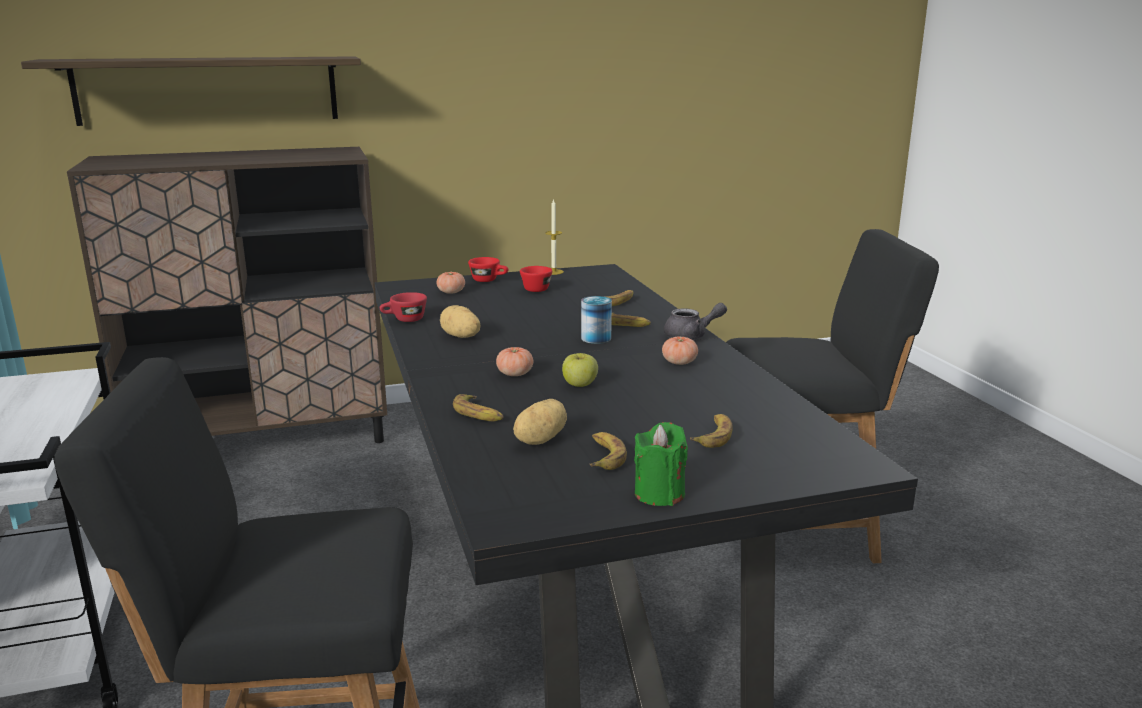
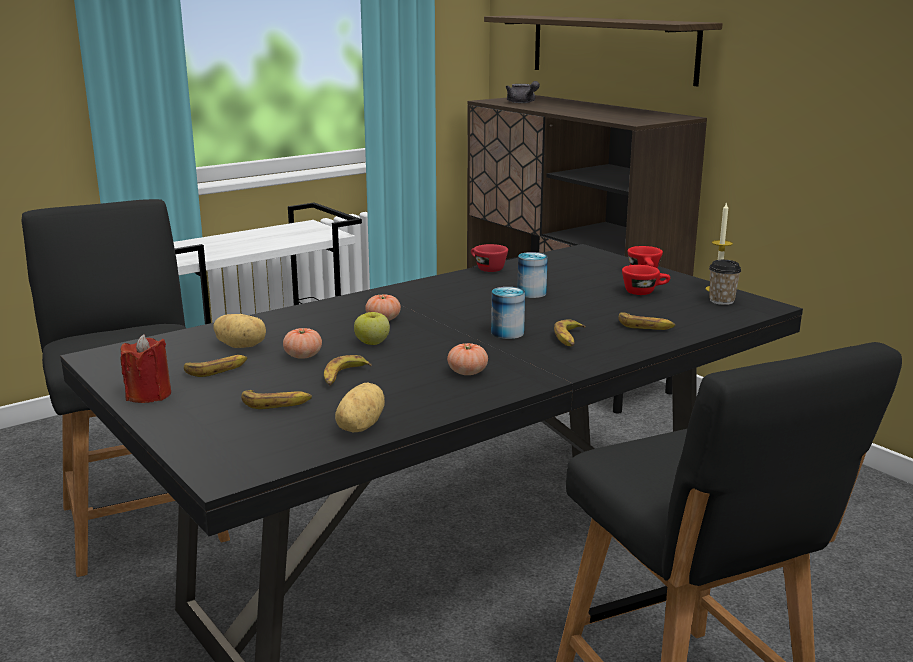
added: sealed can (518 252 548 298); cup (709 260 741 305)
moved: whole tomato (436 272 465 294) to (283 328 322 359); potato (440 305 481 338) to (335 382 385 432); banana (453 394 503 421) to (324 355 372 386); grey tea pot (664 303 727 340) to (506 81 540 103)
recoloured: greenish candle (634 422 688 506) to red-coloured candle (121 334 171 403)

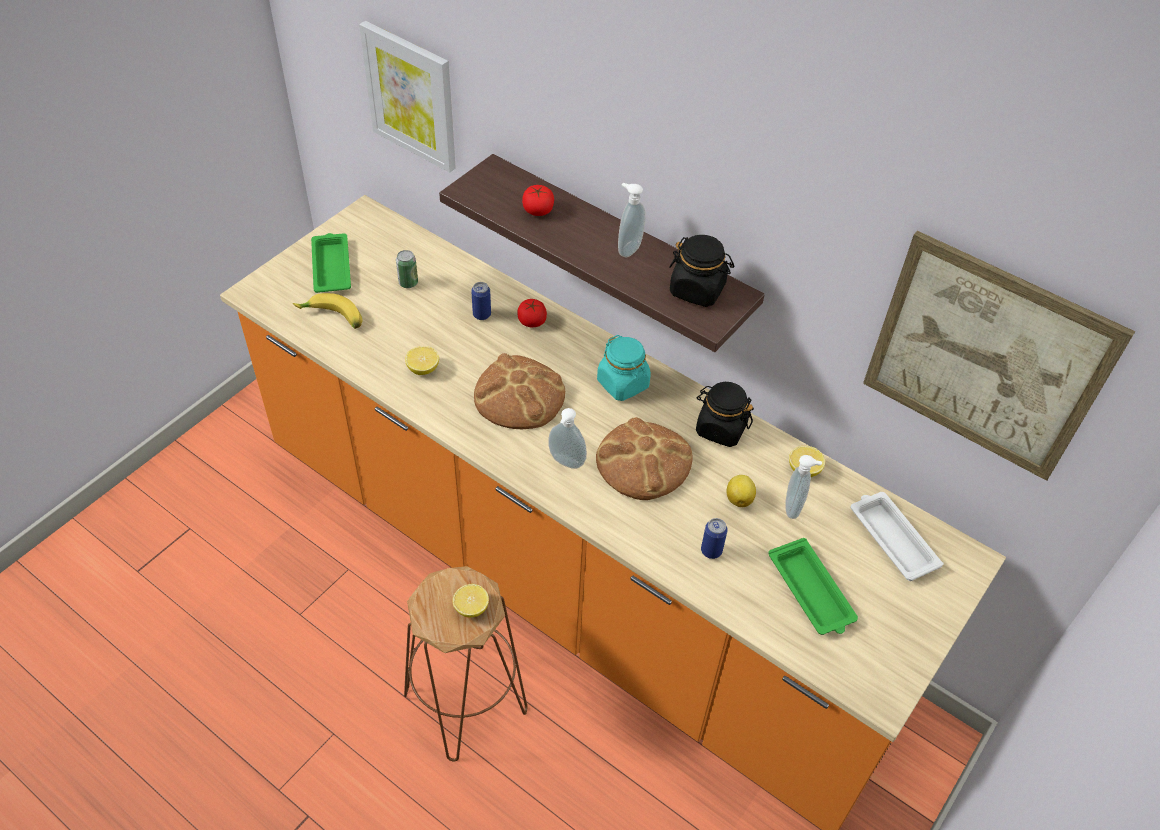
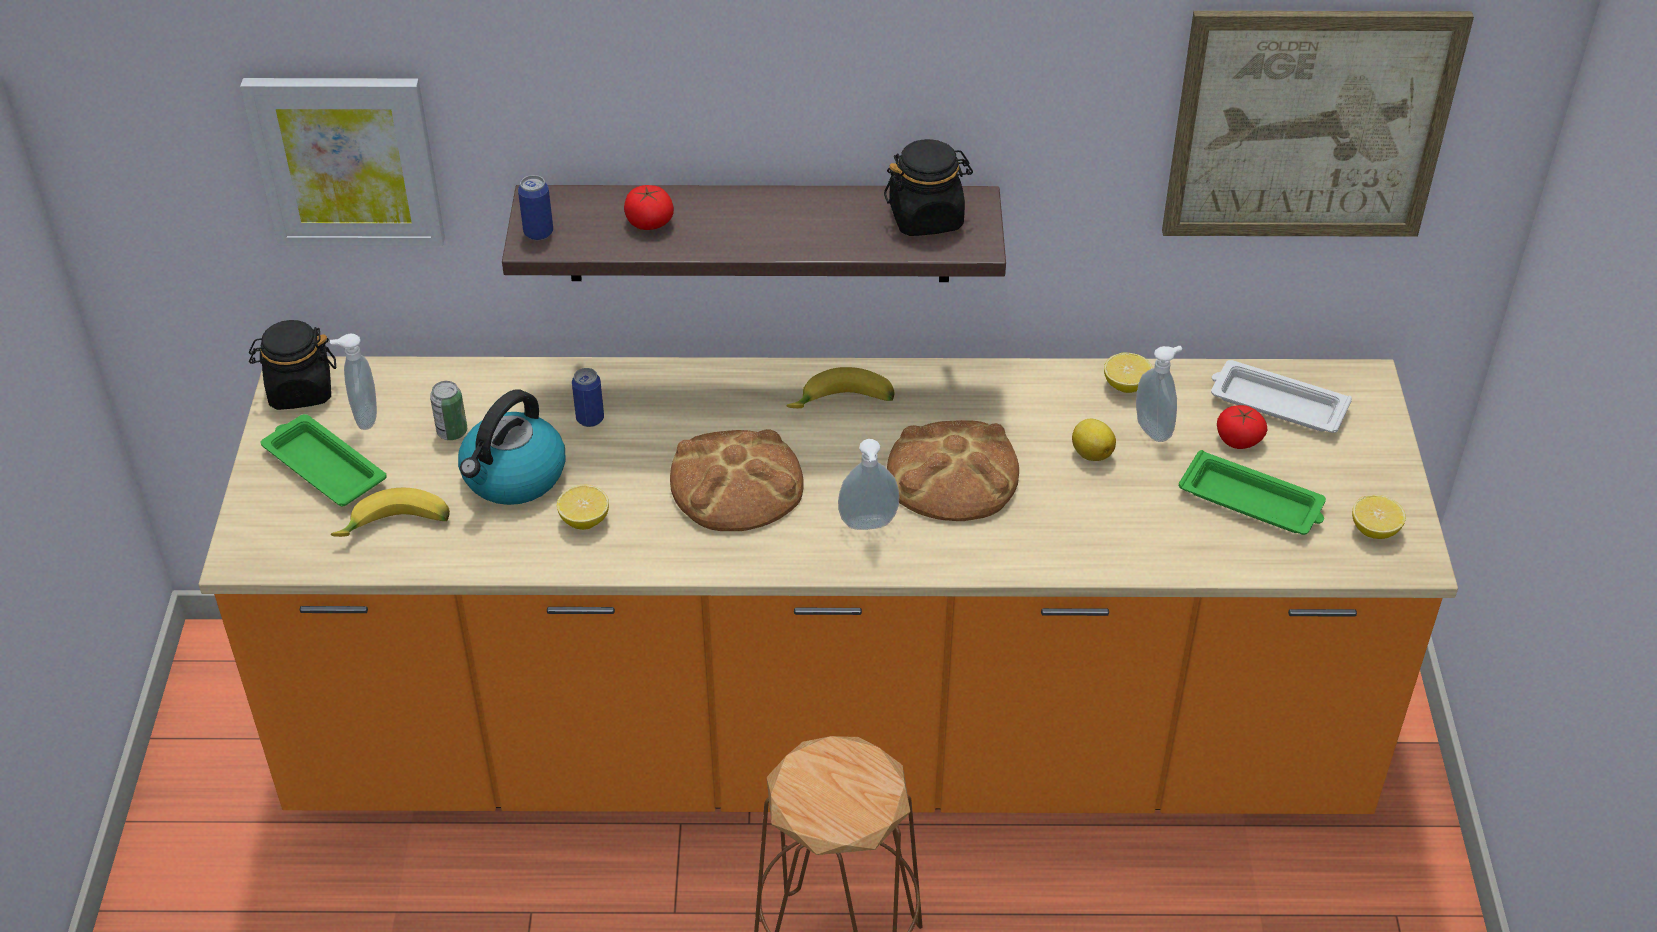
added: water kettle (458 389 565 505)
moved: whole lemon (453 584 489 617) to (1352 495 1406 539); whole tomato (517 299 547 327) to (1217 405 1268 449); soap bottle (618 183 646 258) to (330 333 377 430); blackish storage jar (696 382 754 447) to (249 320 336 410); sealed can (701 518 728 559) to (518 175 553 240)
replaced: turquoise storage jar (597 335 651 401) to banana (787 367 894 408)

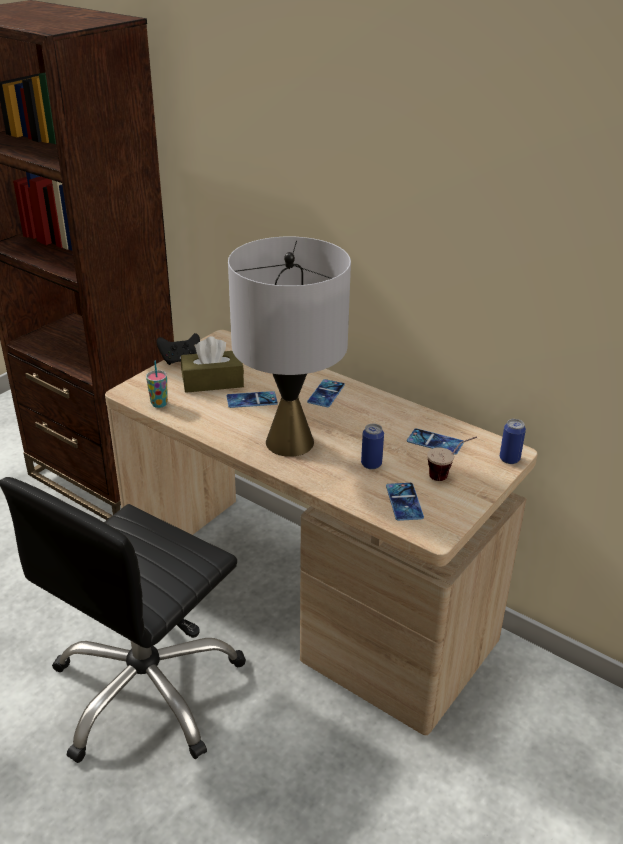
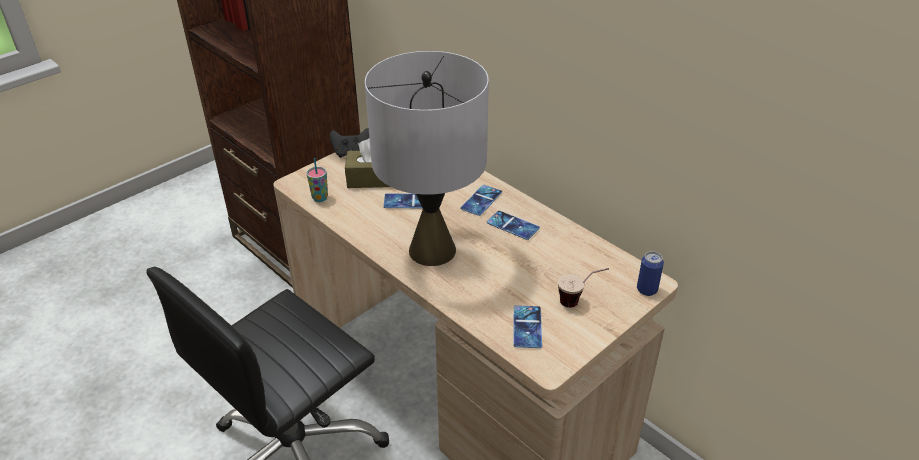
removed: sealed can (361 424 384 470)
moved: handset (407 428 464 455) to (487 211 540 240)

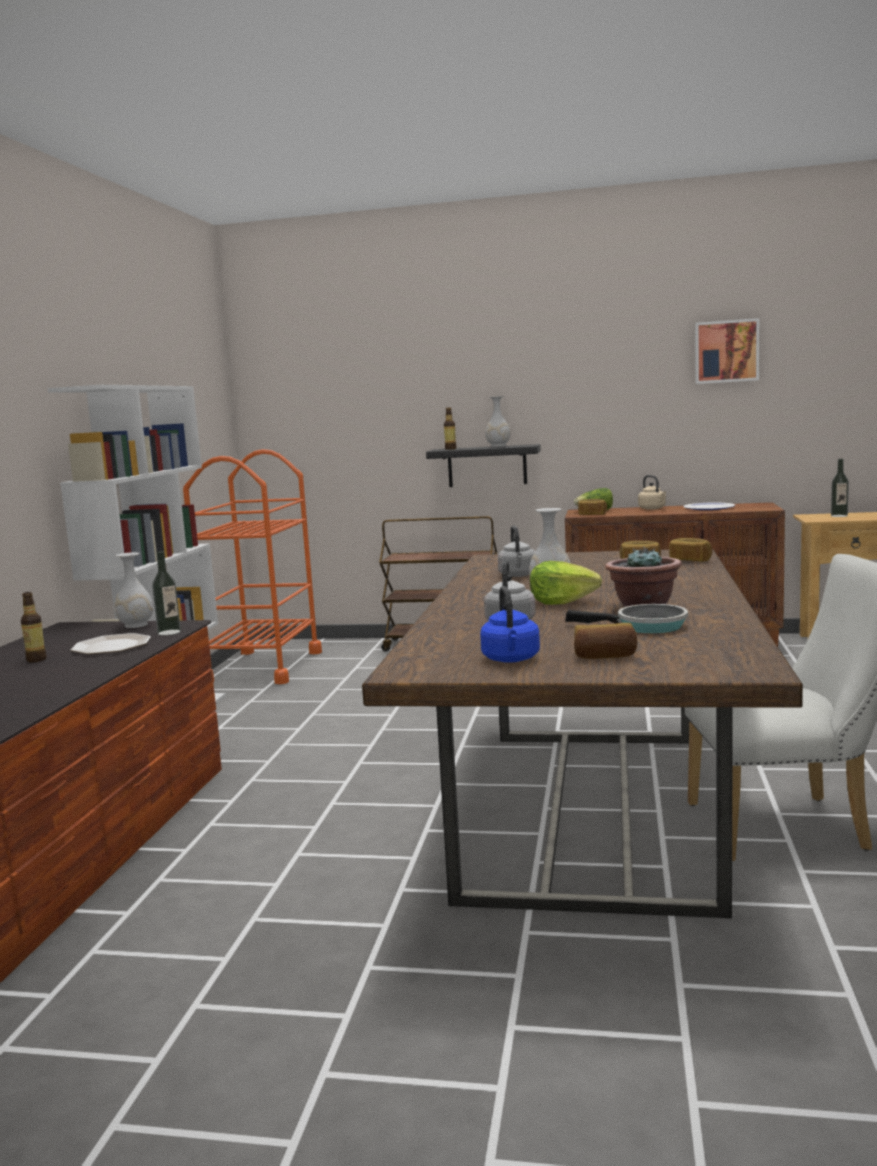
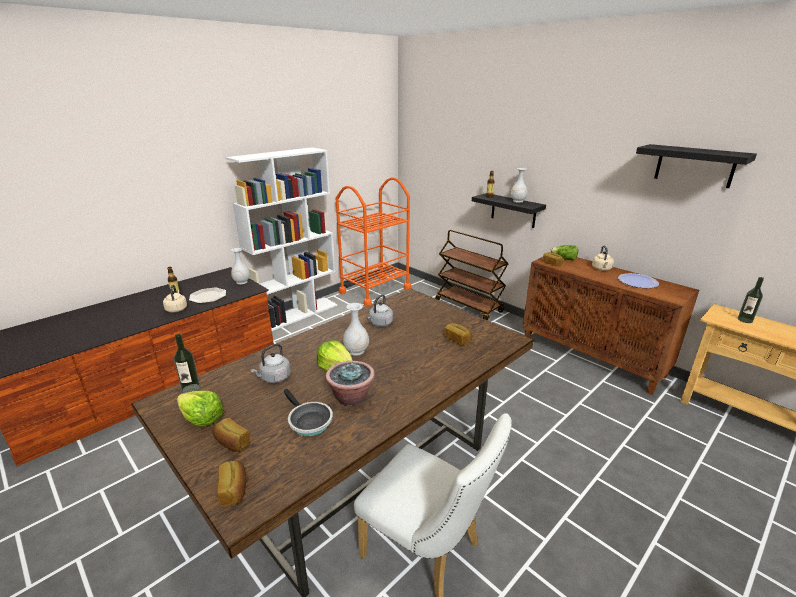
added: beige-coloured water kettle (163 285 187 313)
moved: drink bottle (152 551 181 635) to (174 334 200 393); bread (669 538 713 561) to (217 461 246 506)
replaced: blue water kettle (480 586 540 663) to lettuce head (177 391 224 427); wall art (695 318 759 384) to blackish shelf (636 144 757 188)

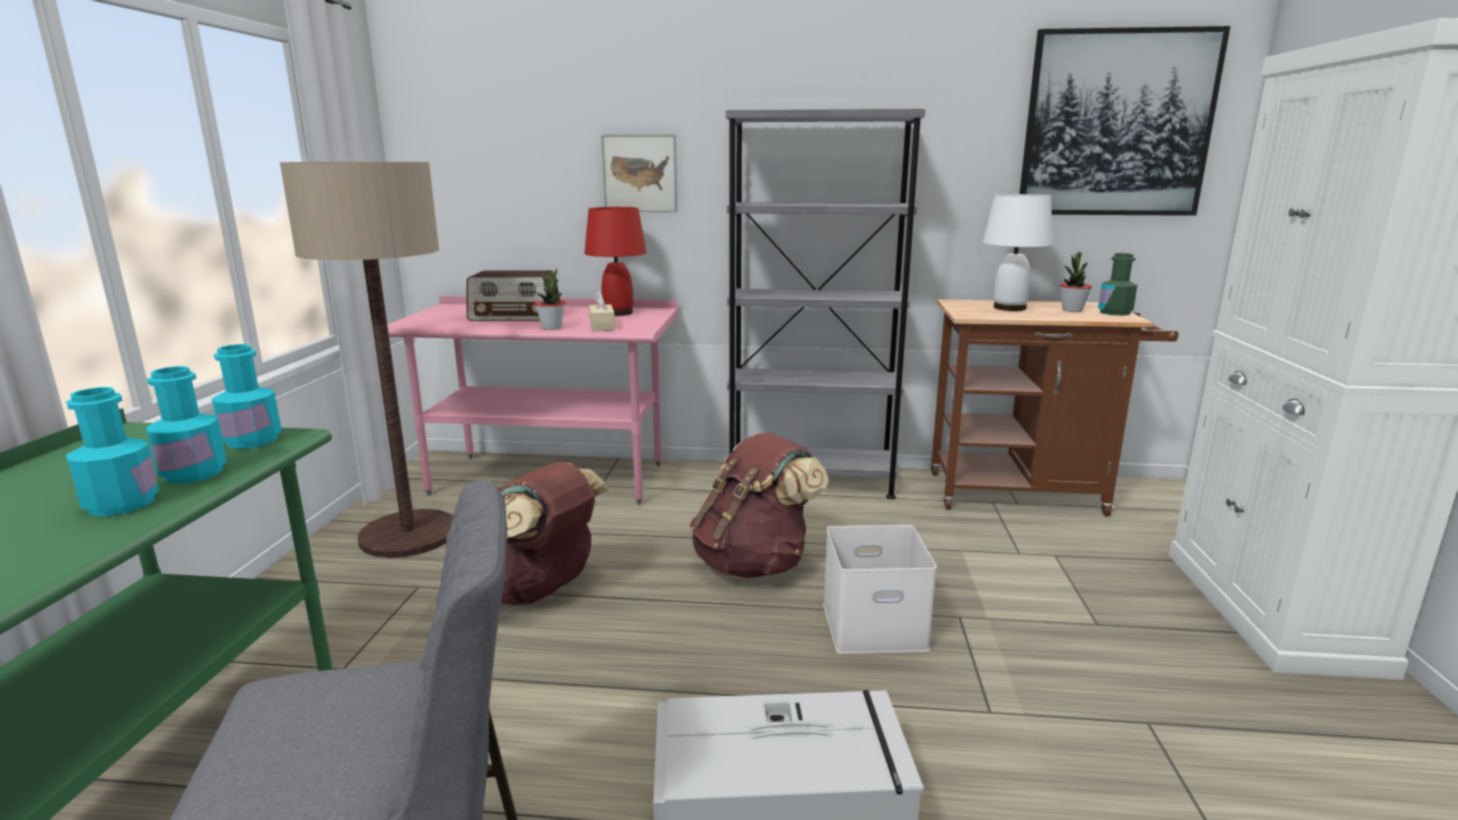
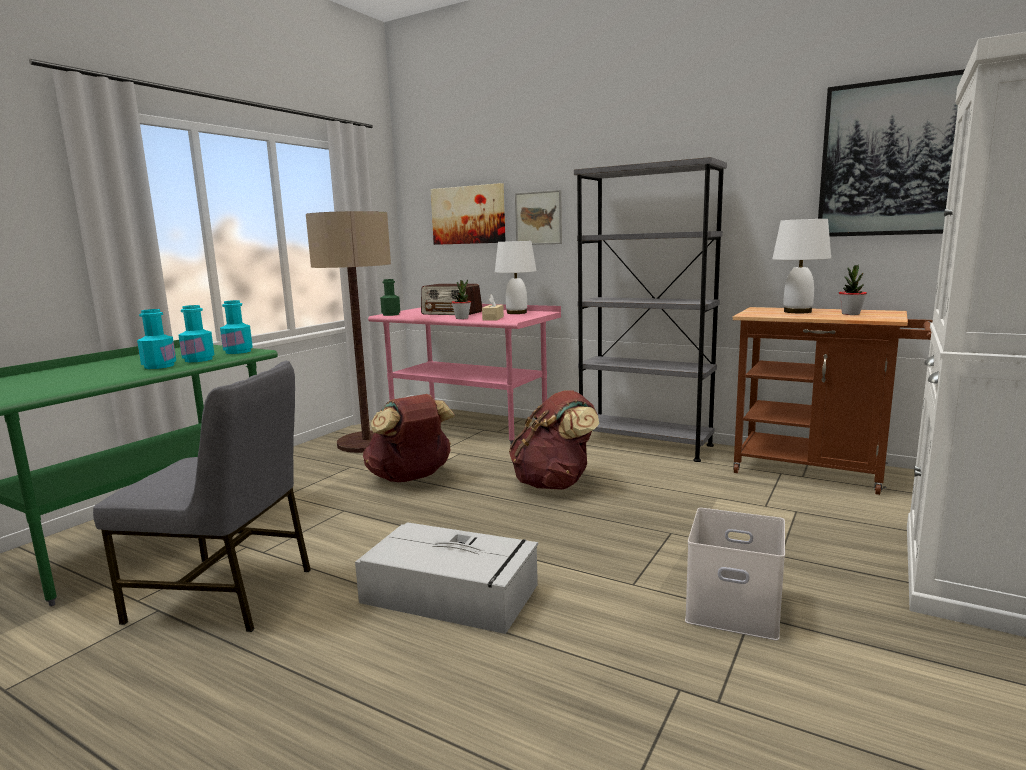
added: wall art (430 183 506 245)
moved: white-coloured storage box (823 525 937 654) to (685 508 785 640); greenish drink bottle (1098 253 1137 316) to (380 279 400 316)
recoloured: red-coloured table lamp (584 207 646 316) to white-coloured table lamp (495 241 537 314)

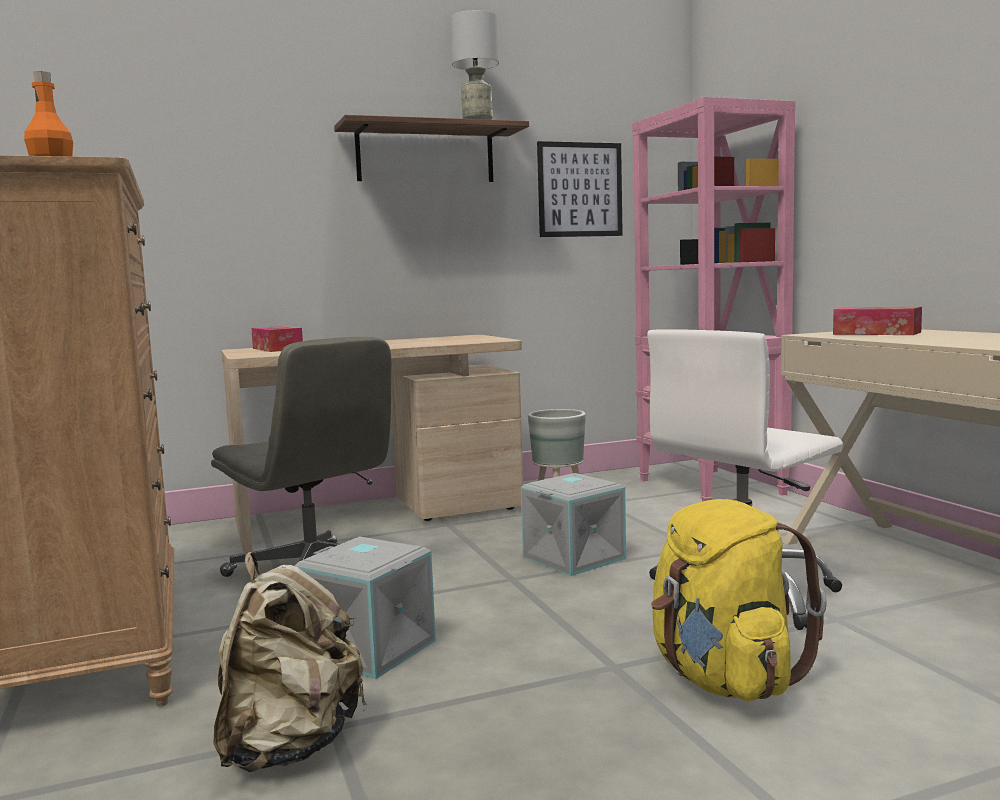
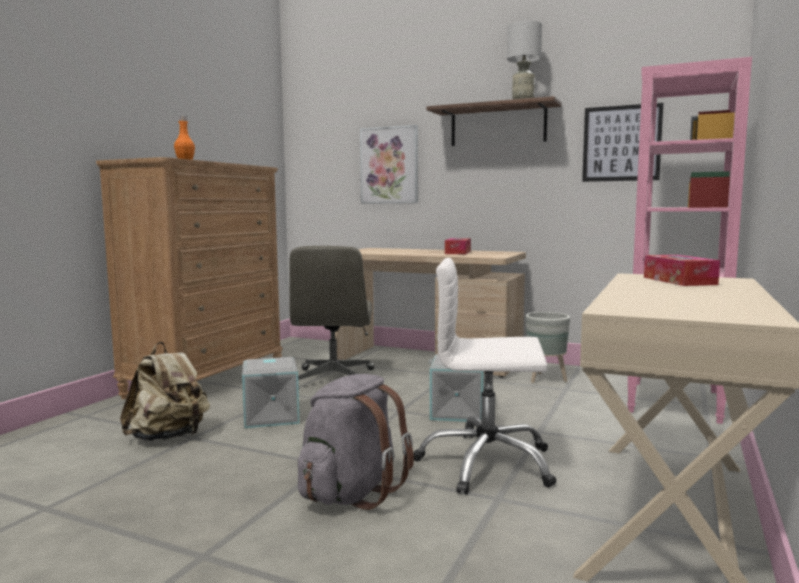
added: wall art (360 125 418 204)
moved: tissue holder (251 326 303 352) to (445 238 471 254)
recoloured: yellow-coloured backpack (651 499 827 701) to grey backpack (298 374 414 510)

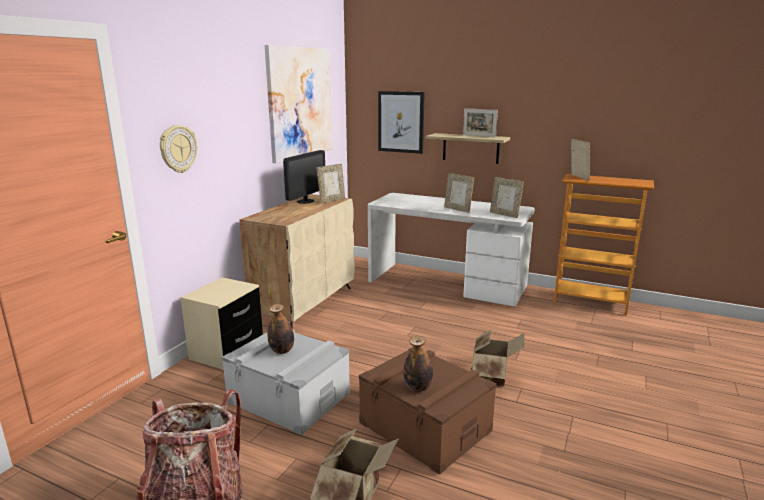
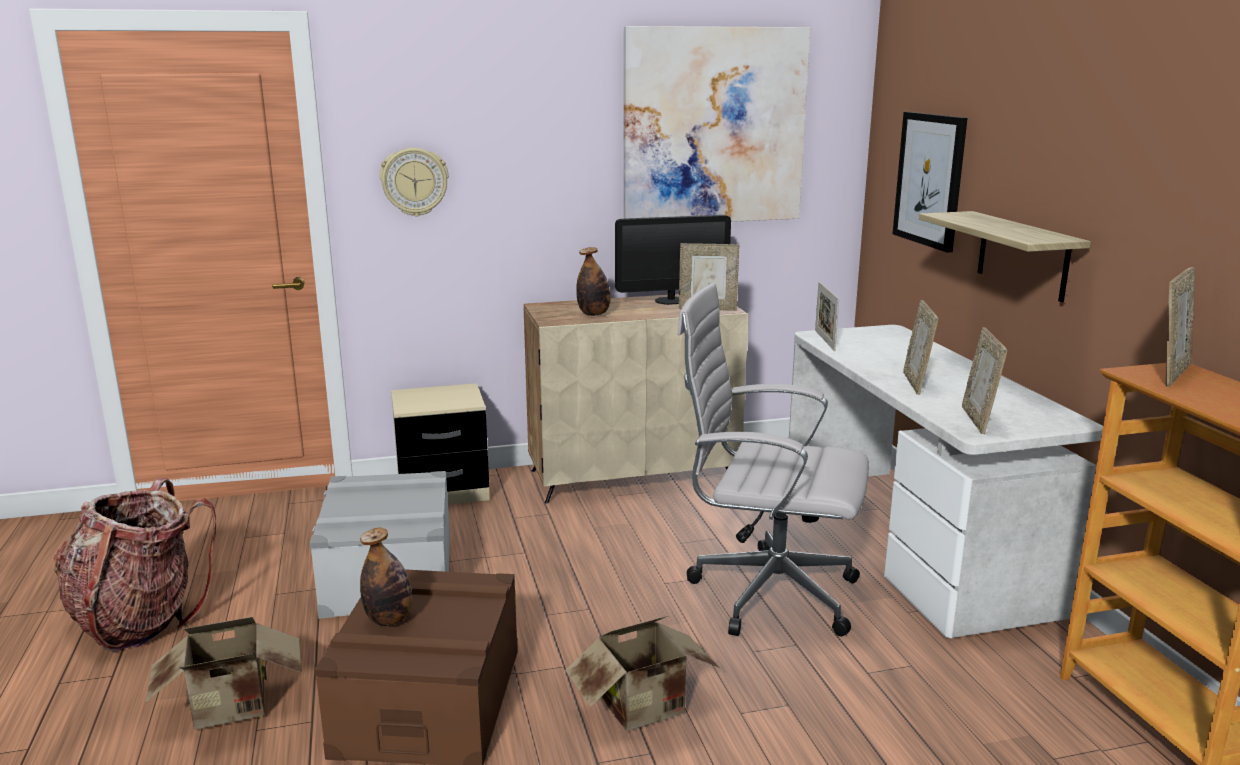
added: white-coloured desk chair (677 283 869 636)
moved: drink bottle (267 304 294 354) to (576 247 610 316); picture frame (463 108 498 137) to (815 282 839 351)

